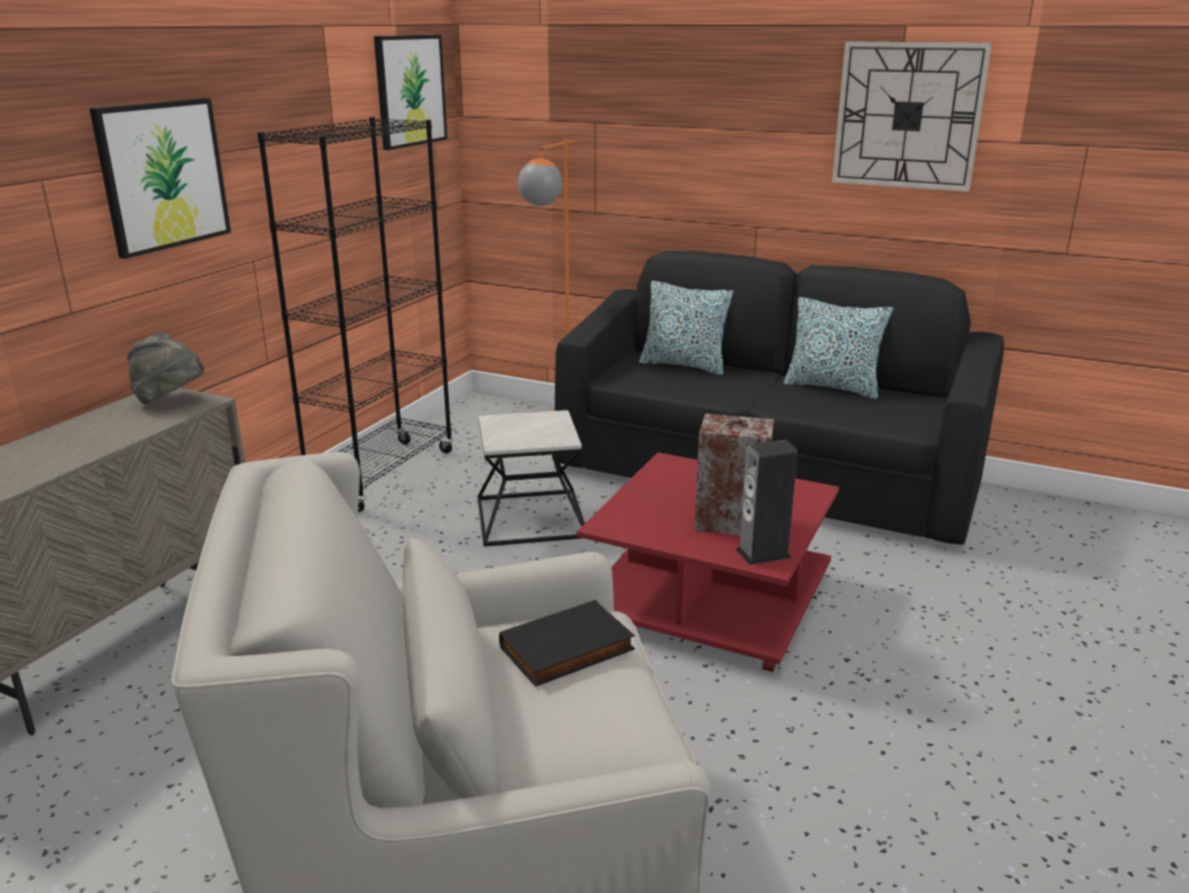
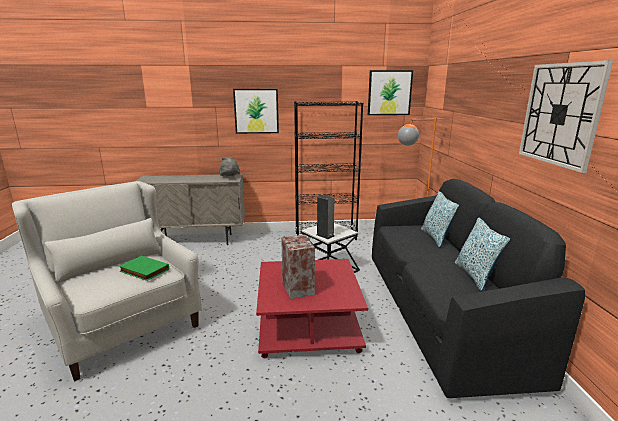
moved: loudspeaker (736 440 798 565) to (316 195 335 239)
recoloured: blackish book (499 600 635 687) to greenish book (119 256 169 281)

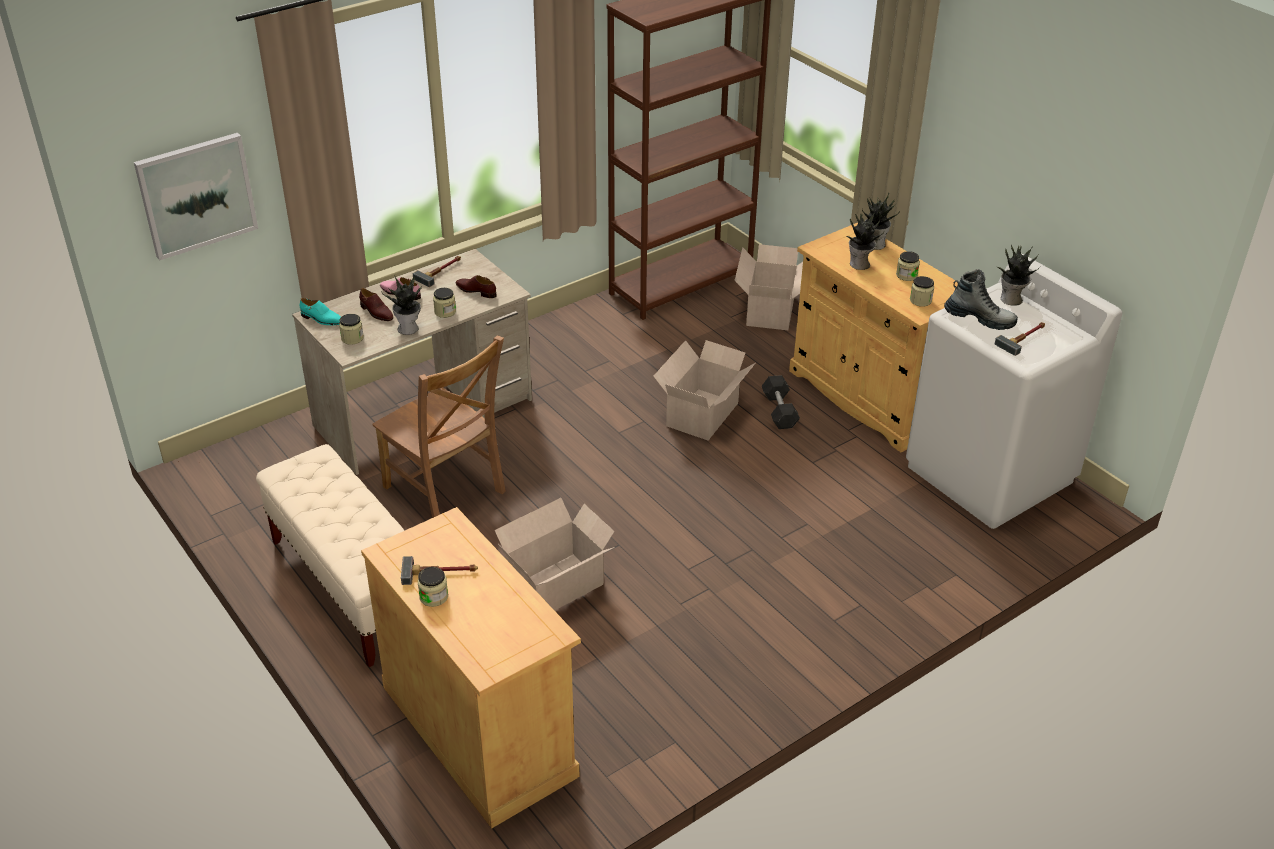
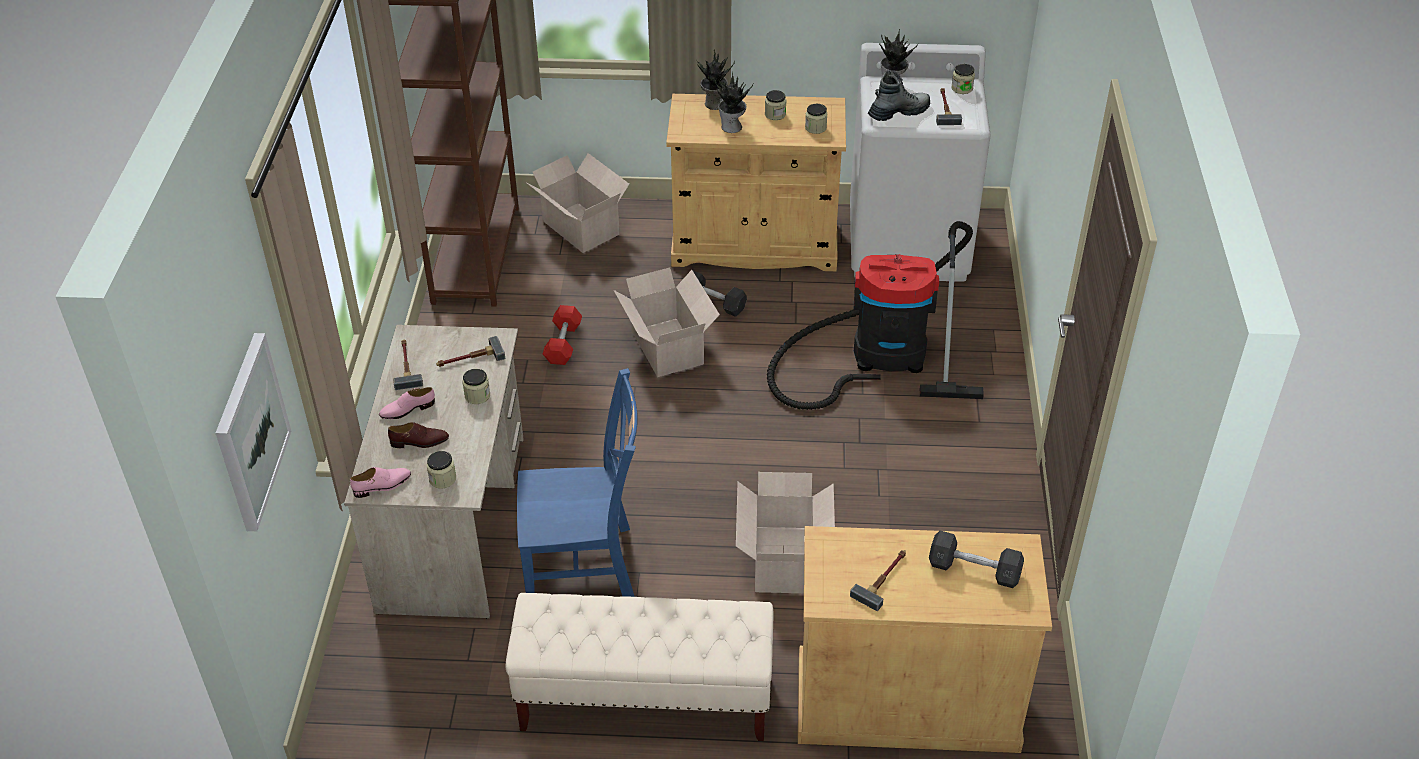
removed: houseplant (381 275 422 335)
added: red-coloured free weight (543 305 582 365); vacuum (767 221 984 410); grey free weight (929 531 1024 588)
moved: storage jar (418 567 448 607) to (951 64 975 94)
replaced: brown-coloured shoe (456 275 497 298) to tool hammer (436 336 505 367)
recoloured: turquoise shoe (300 298 341 325) to pinkish shoe (350 467 411 498); brown-coloured upright chair (372 335 506 518) to blue upright chair (517 368 638 597)

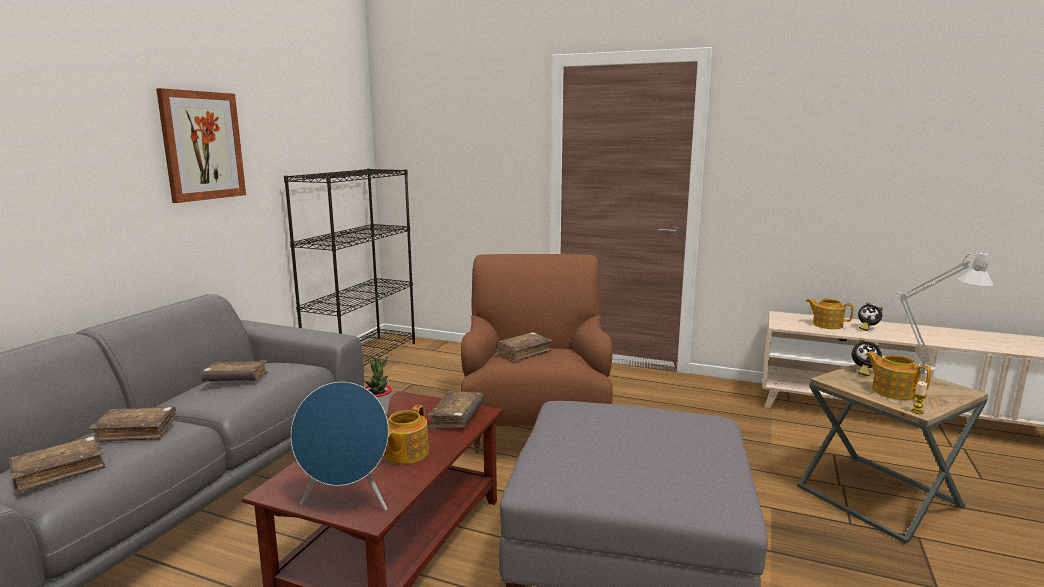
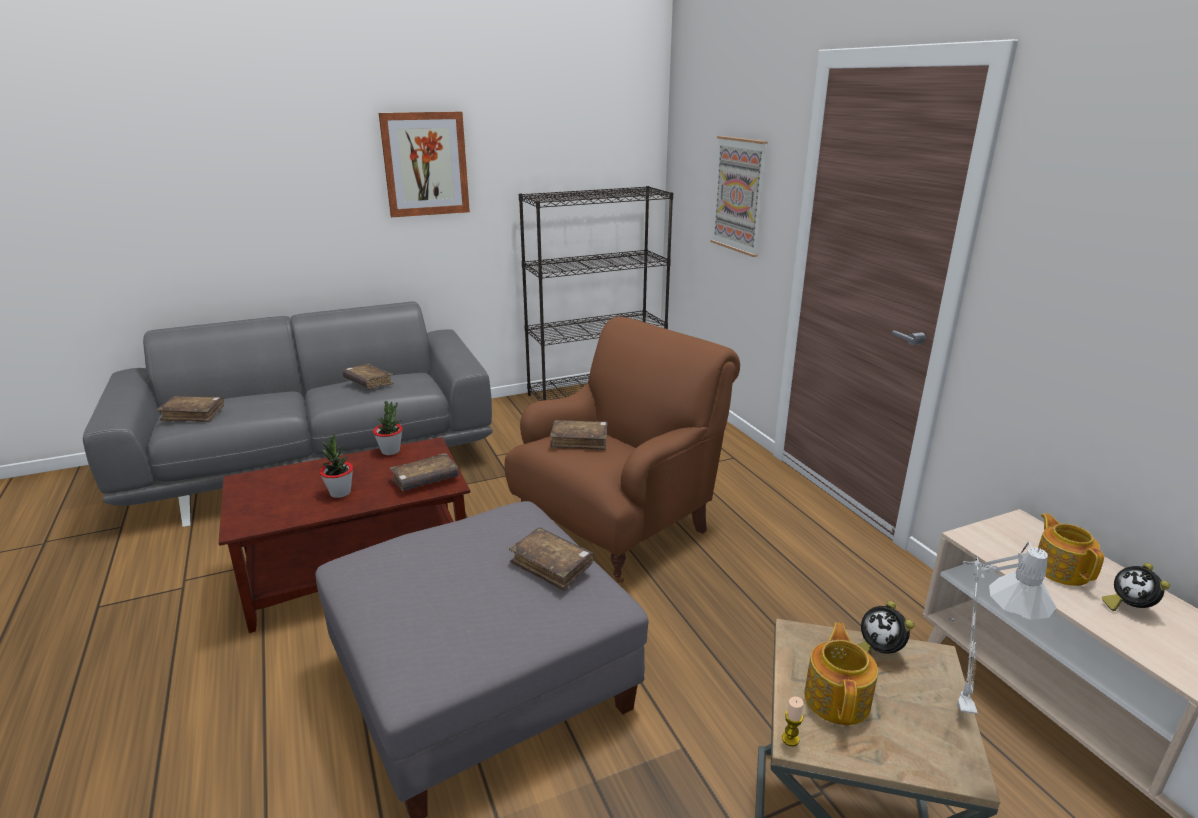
removed: blue loudspeaker (291 382 389 511)
added: wall art (710 136 768 257)
moved: brown-coloured book (89 407 176 442) to (509 527 594 591)
replaced: tea pot (384 405 429 464) to houseplant (320 432 353 498)

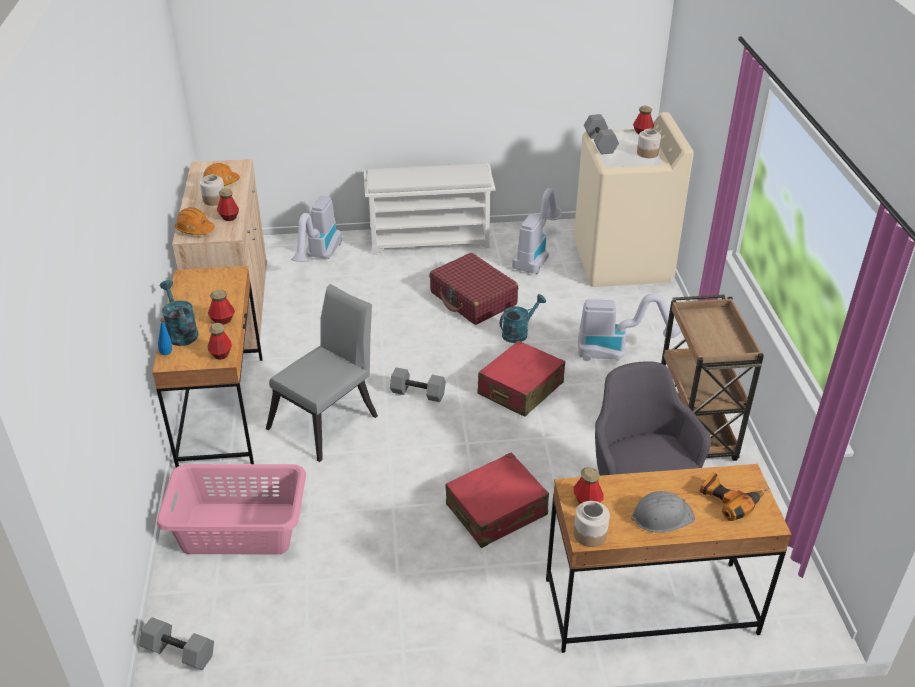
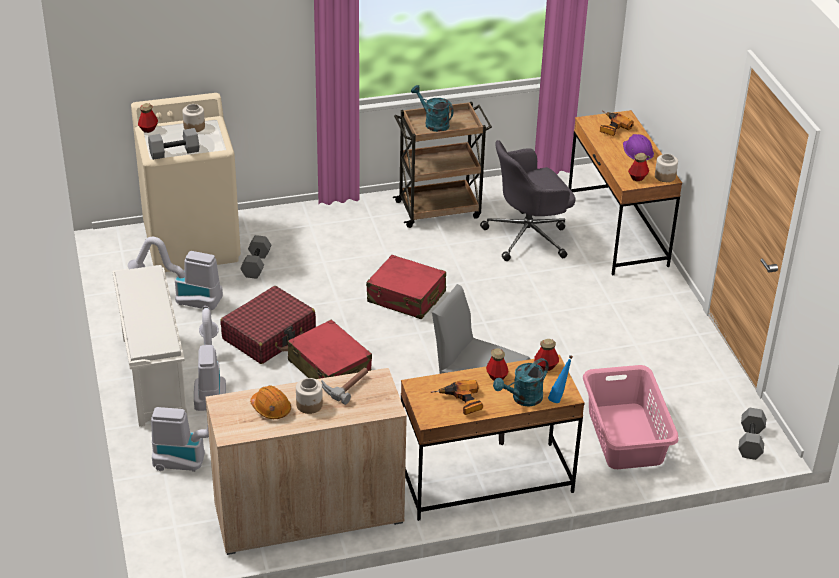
removed: orangey hard hat (175 207 215 235)
added: drill (431 380 483 415)
moved: grey free weight (390 367 446 402) to (240 235 271 279); red-coloured piece of luggage (446 452 549 548) to (288 319 372 379); turquoise watering pot (500 294 546 343) to (411 85 454 132); vacuum (578 293 681 361) to (194 308 226 411)
replaced: drink bottle (217 188 239 221) to tool hammer (321 368 368 405)
recoloured: grey hard hat (631 491 695 533) to purplish hard hat (623 134 654 162)

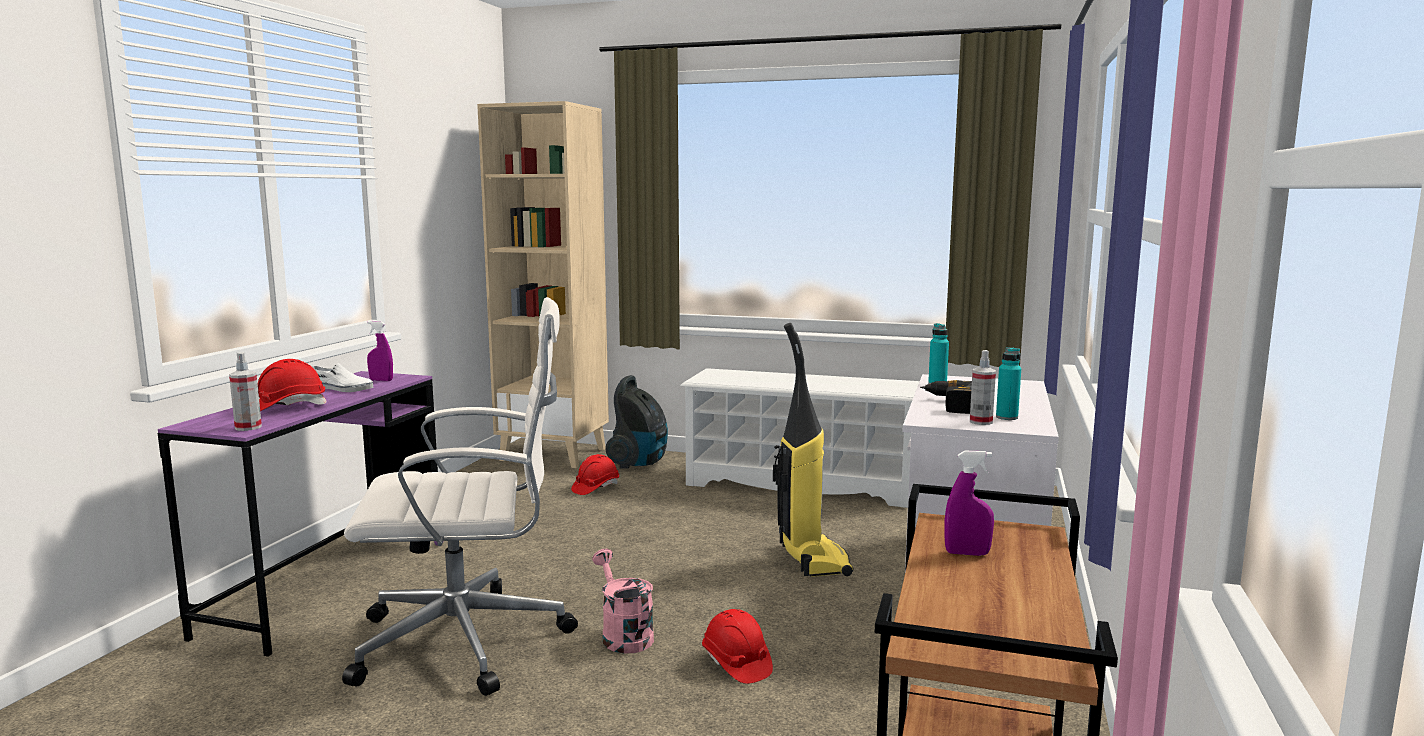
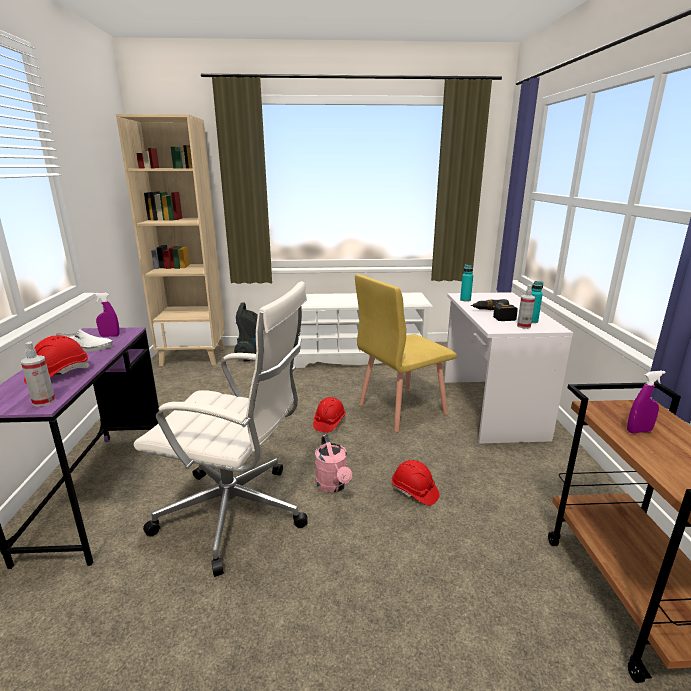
moved: red-coloured hard hat (571 454 619 495) to (313 397 346 433)
replaced: vacuum (773 323 853 577) to yellow-coloured upright chair (355 274 457 432)
turned: white-coloured desk chair (342 297 578 696) = (134 281 307 577) 45 degrees clockwise; pinkish watering pot (592 549 654 654) = (315 434 352 493) 150 degrees counterclockwise

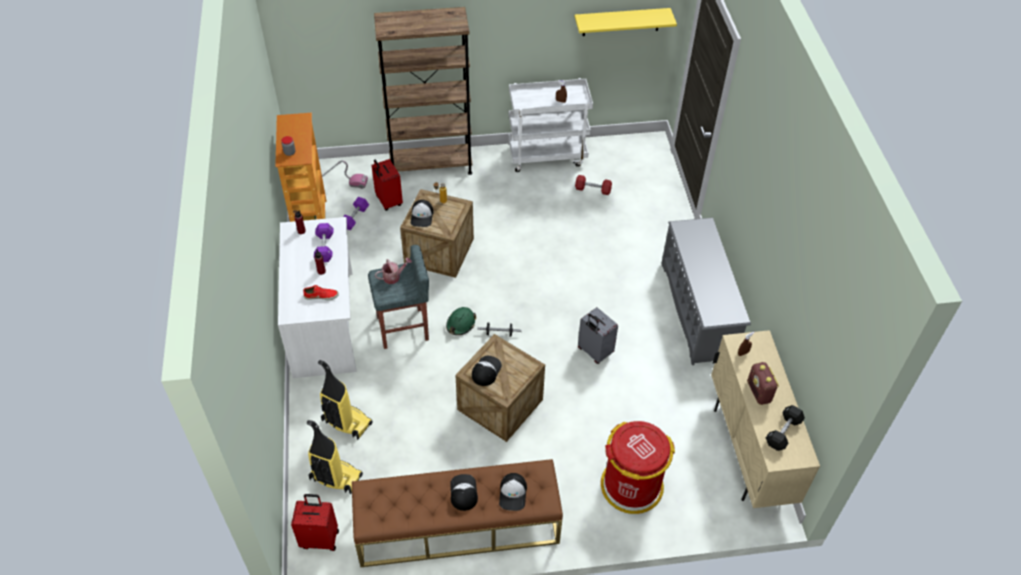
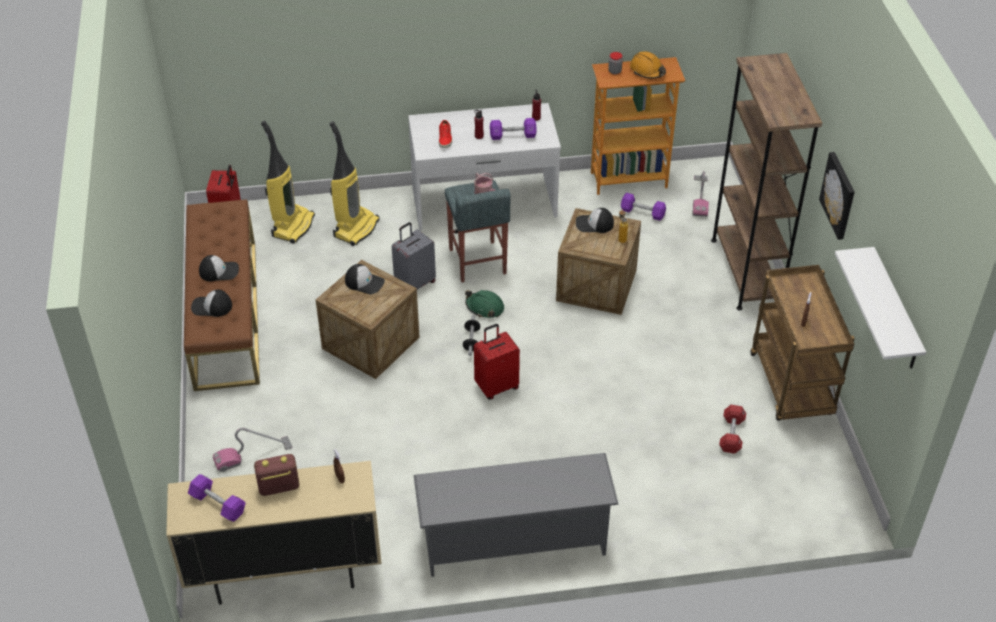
added: orangey hard hat (630 51 666 79); wall art (819 152 855 240)
moved: red-coloured piece of luggage (372 159 403 211) to (474 324 520 400); grey piece of luggage (578 307 618 364) to (392 222 436 290)
replaced: red-coloured rubbish bin (601 421 675 514) to vacuum (213 428 292 472)
recoloured: white-coloured cart (508 78 593 172) to brown-coloured cart (750 265 855 421); yellow-coloured shelf (574 8 677 36) to white-coloured shelf (835 247 926 369); blackish free weight (766 405 805 451) to purplish free weight (188 474 246 522)

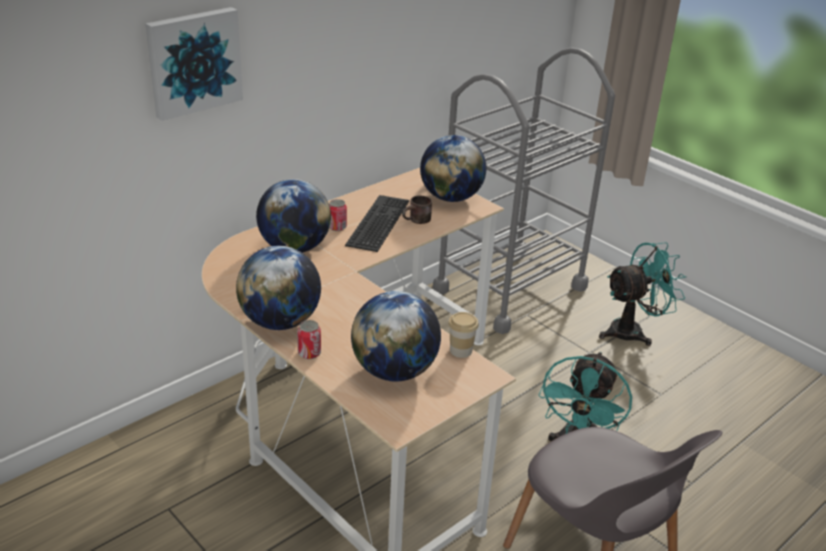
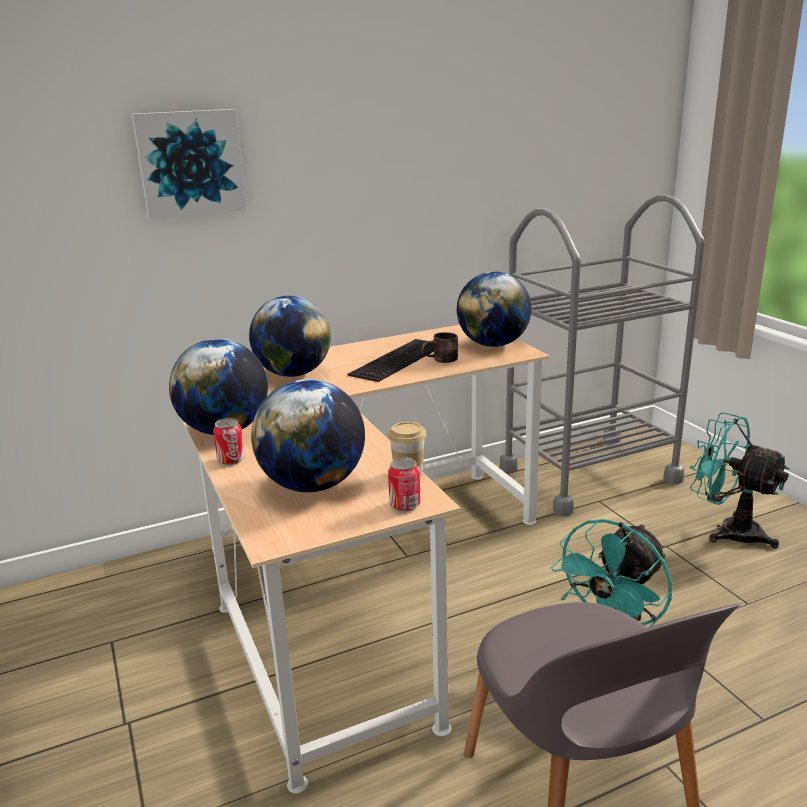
moved: sealed can (329 199 347 231) to (388 457 420 511)
turned: turquoise fan (599 242 686 346) = (690 412 789 549) 135 degrees counterclockwise

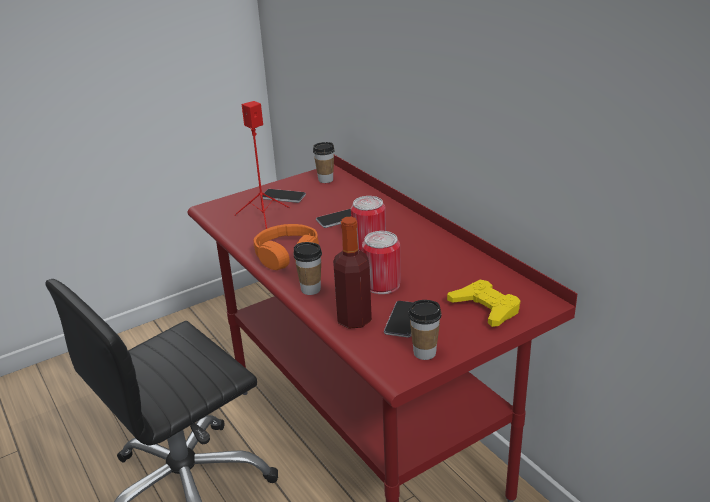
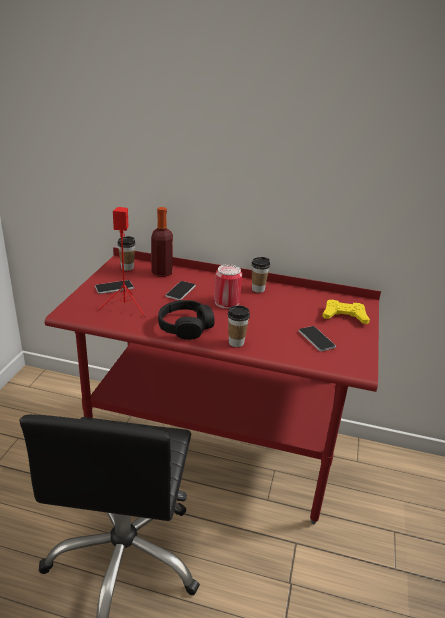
removed: sealed can (362 231 401 294)
moved: drink bottle (333 217 372 329) to (151 207 173 277); cup (409 300 441 360) to (251 257 270 293)
recoloured: orangey headphones (254 224 319 270) to blackish headphones (158 300 215 340)

